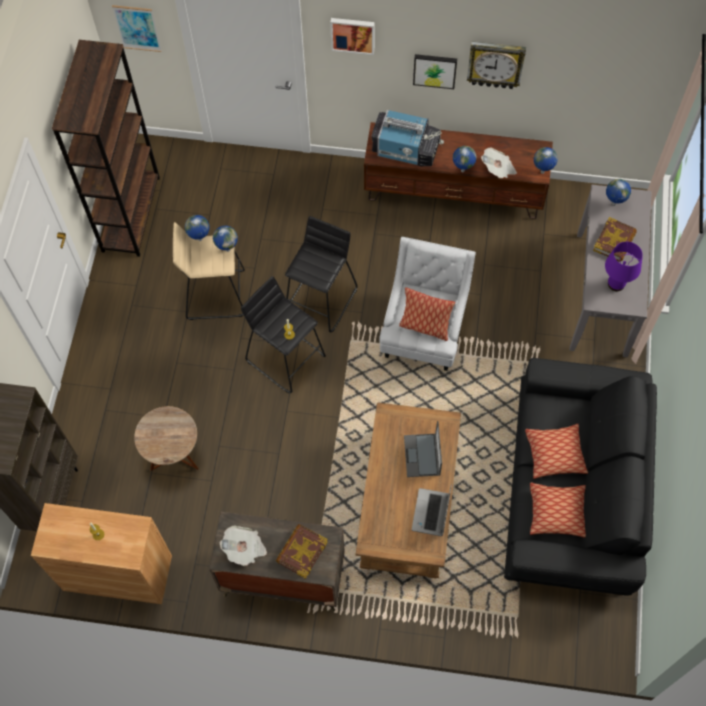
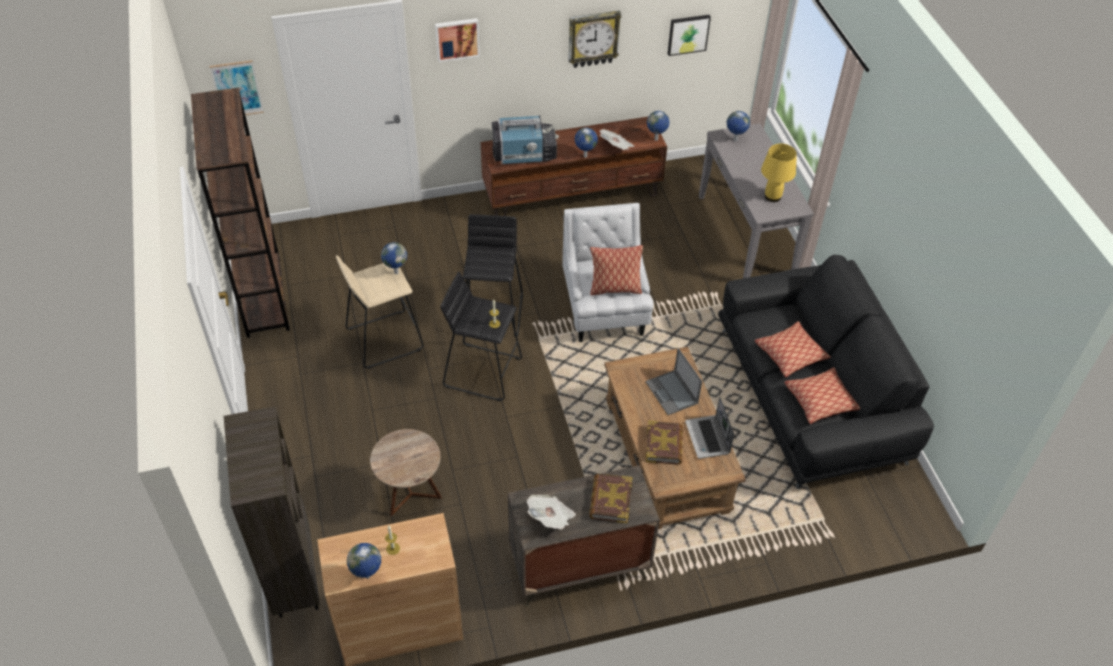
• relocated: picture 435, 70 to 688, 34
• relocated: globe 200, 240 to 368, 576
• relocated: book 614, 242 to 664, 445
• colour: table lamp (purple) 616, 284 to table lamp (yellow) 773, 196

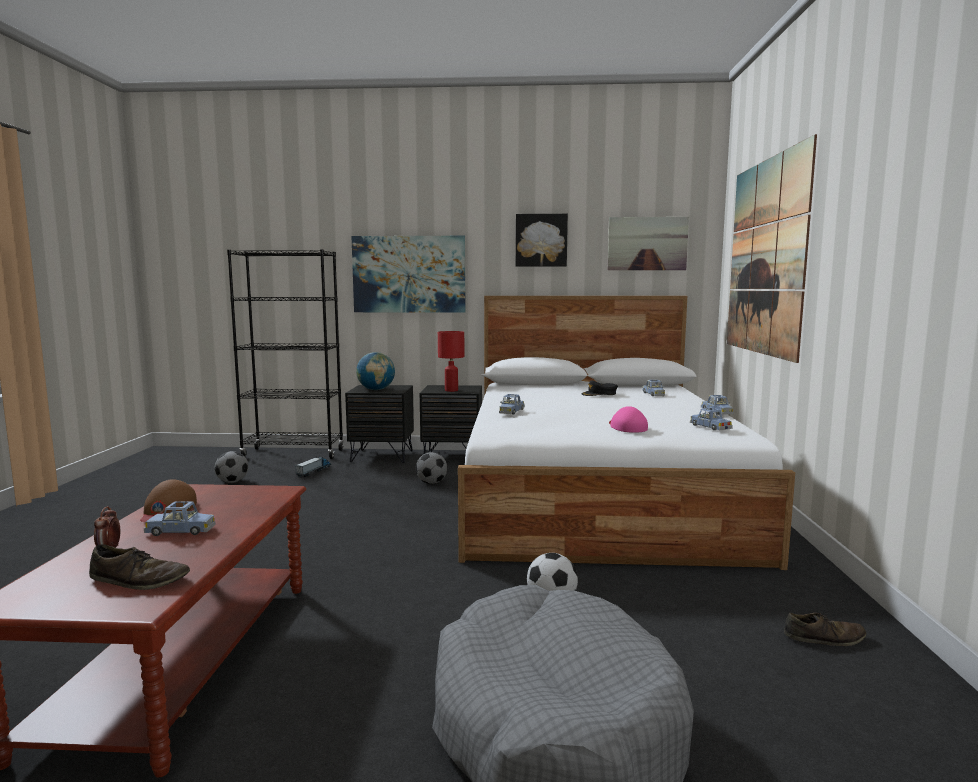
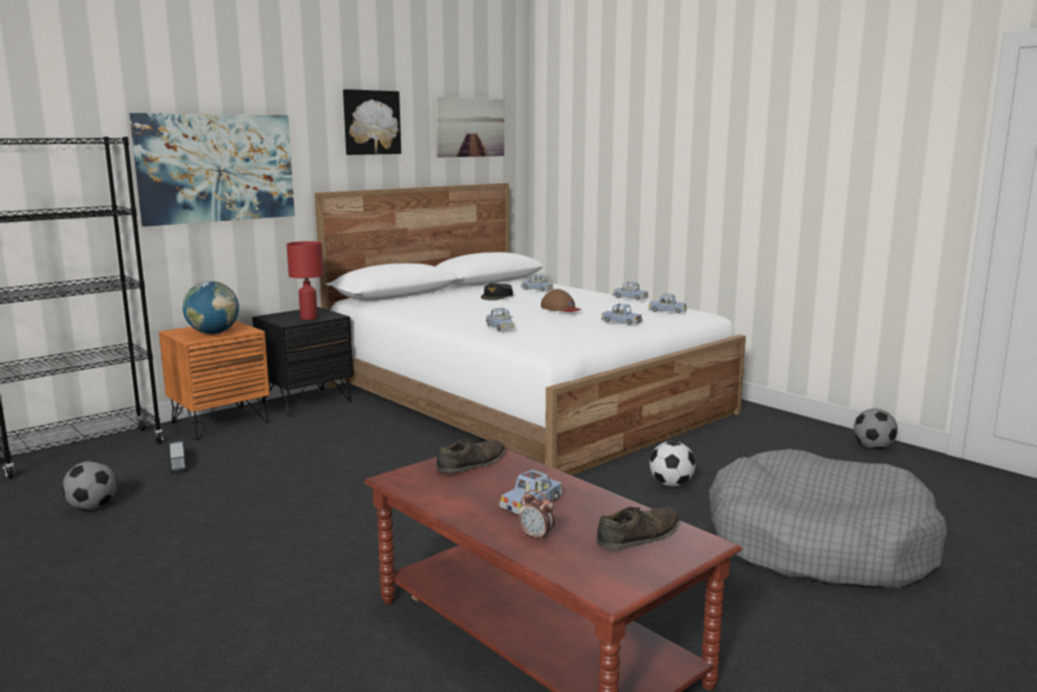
• missing: picture 766, 257
• colour: nightstand (black) 382, 456 to nightstand (orange) 220, 423
• exchanged: cap (pink) 626, 427 to toy car (blue) 621, 322
• relocated: football 431, 483 to 872, 447
• relocated: cap (brown) 168, 510 to 561, 308
• relocated: shoe (brown) 824, 638 to 472, 463

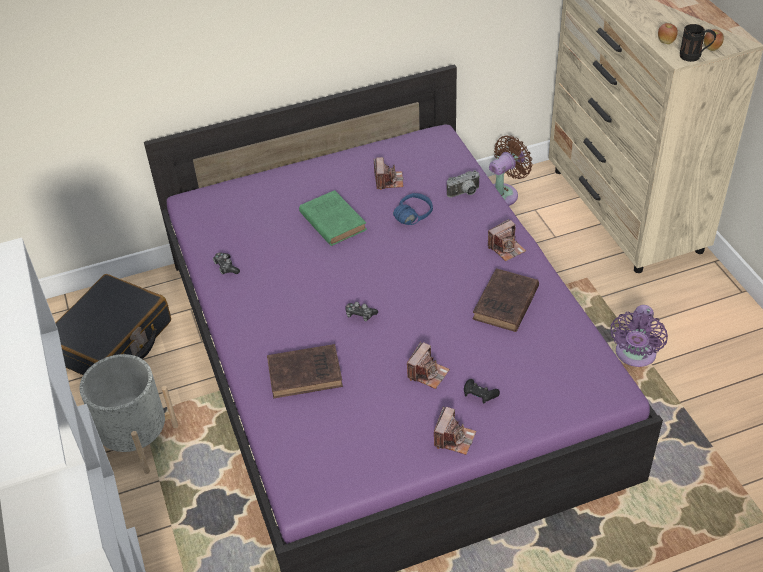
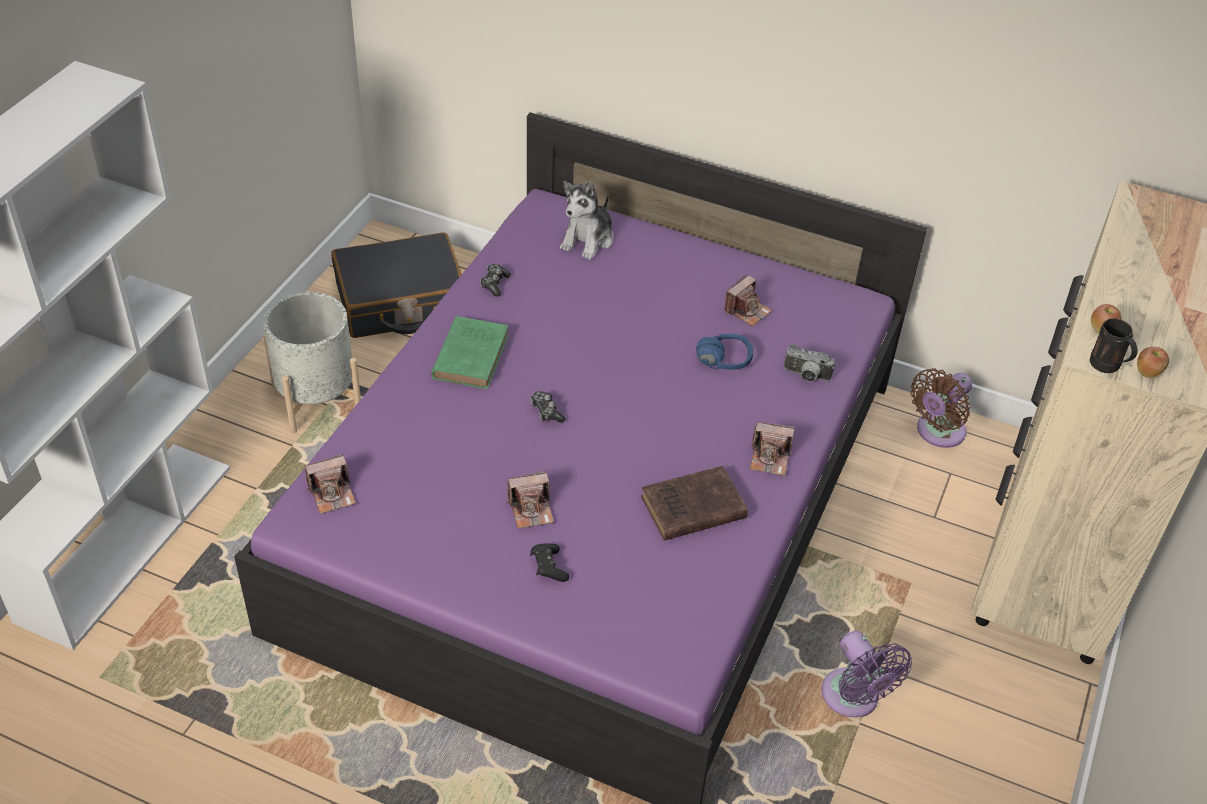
• spun: fan (brown) 503, 193 = 937, 432 135 degrees clockwise
• relocated: book (green) 332, 220 to 471, 355
• spun: fan (purple) 634, 356 = 853, 699 90 degrees counterclockwise
• missing: book (brown) 307, 373
• relocated: photo camera 454, 438 to 332, 494
• appeared: plush toy 588, 240

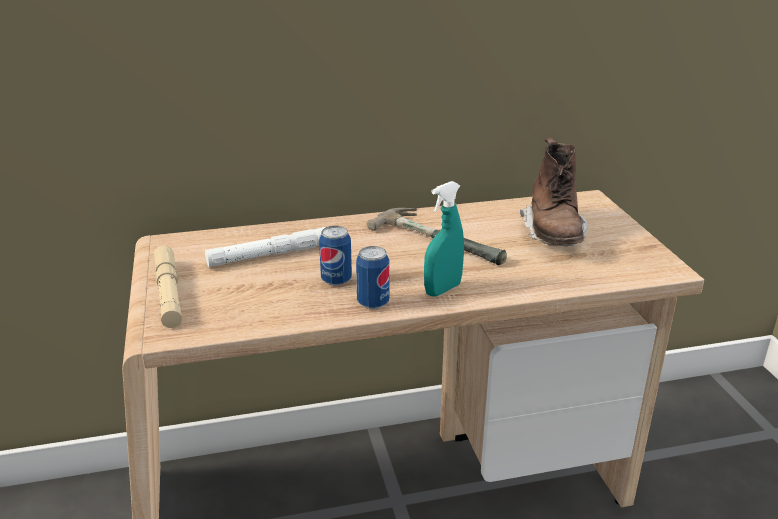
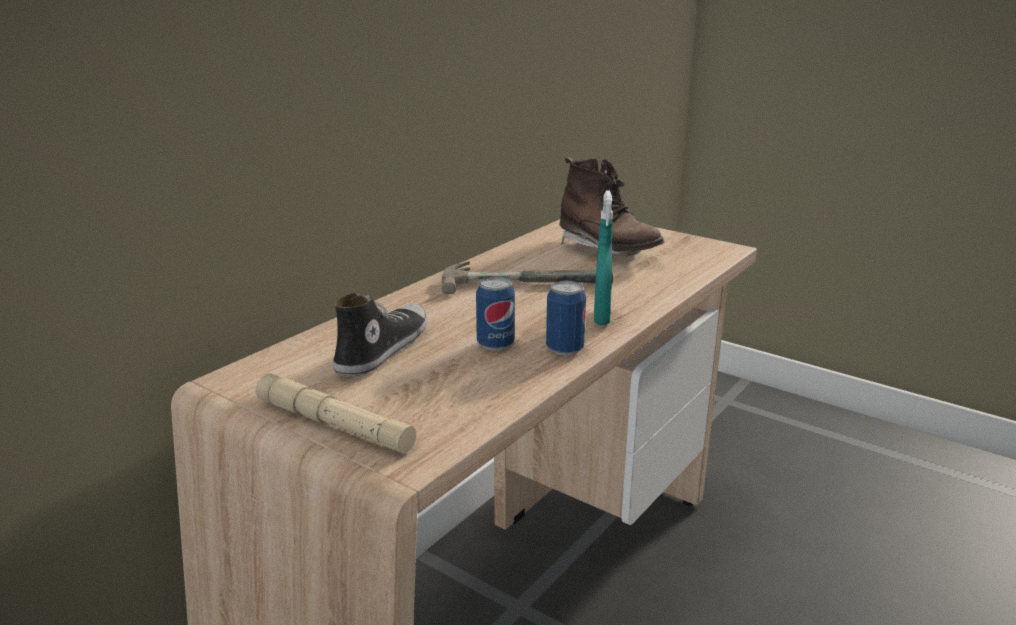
• exchanged: flashlight (white) 268, 255 to shoe 382, 349

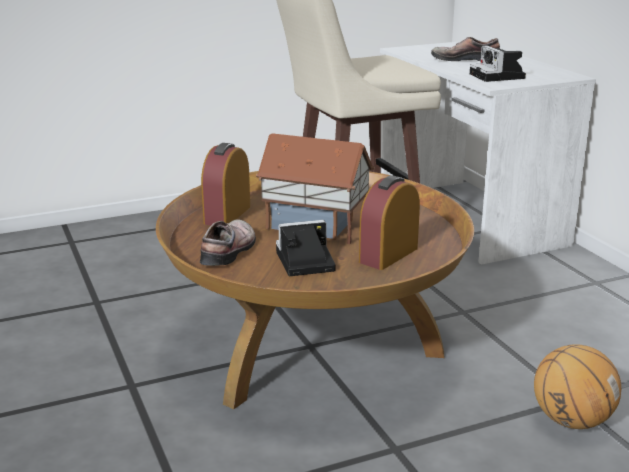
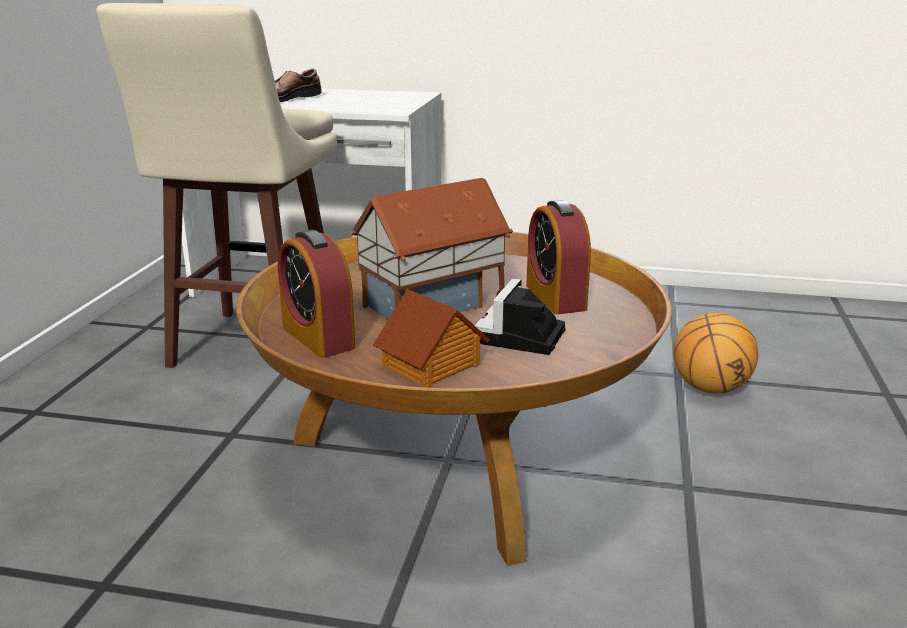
• missing: photo camera 498, 76
• exchanged: shoe 230, 250 to toy house 432, 365

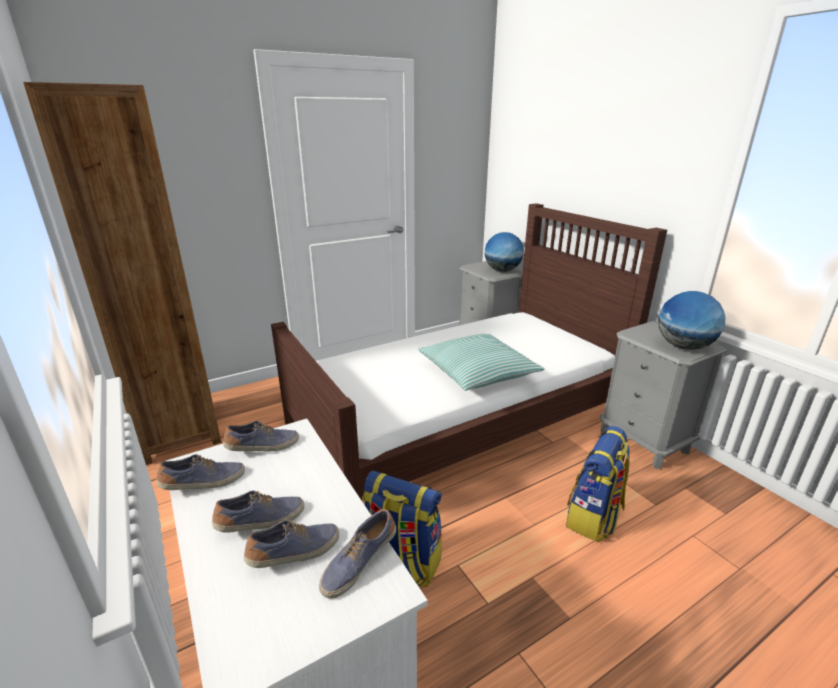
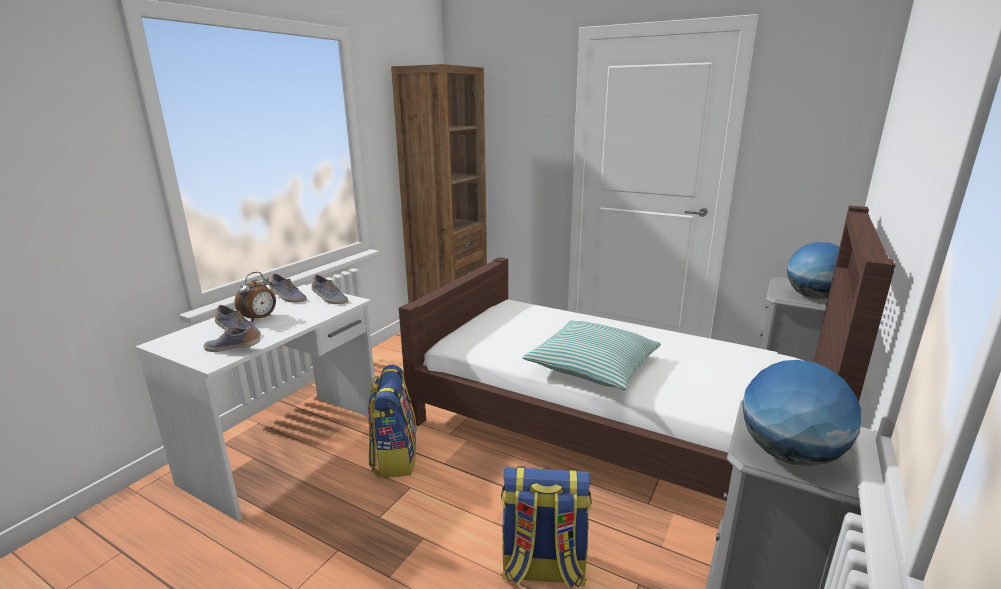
• exchanged: shoe 261, 522 to alarm clock 260, 318

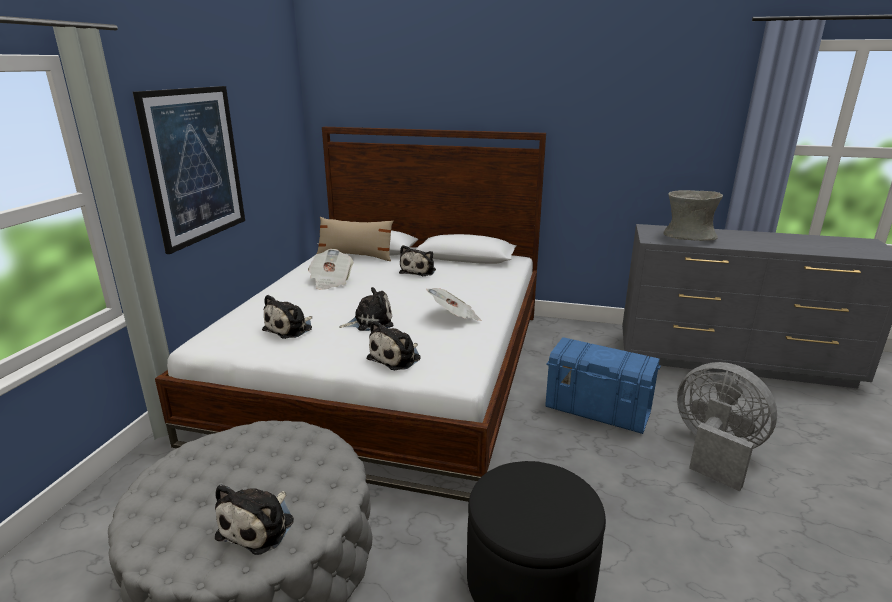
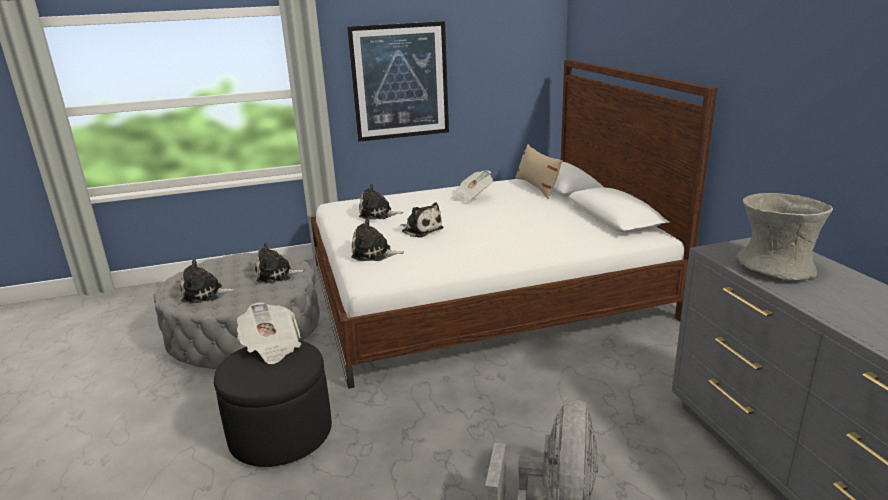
• relocated: plush toy 419, 271 to 277, 275
• relocated: newspaper 454, 317 to 271, 347
• missing: storage box (blue) 598, 410

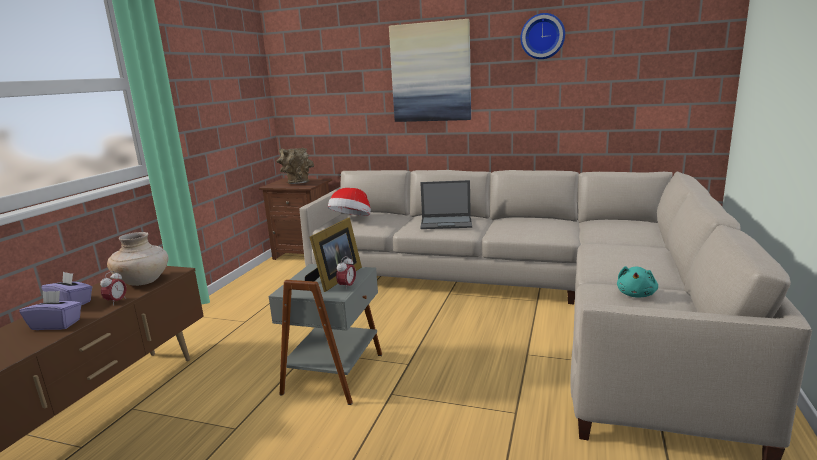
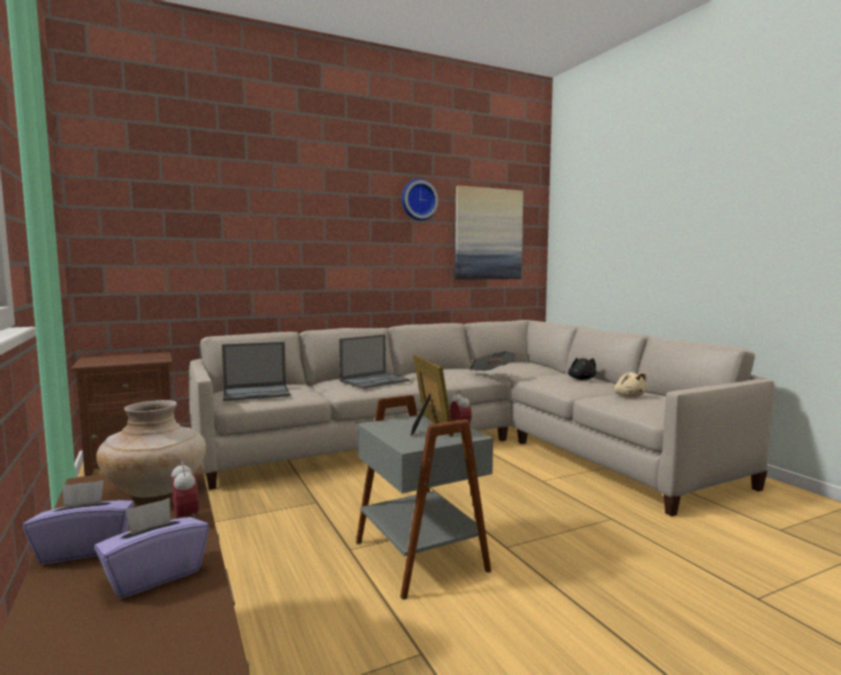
• relocated: picture 431, 72 to 488, 234
• missing: vase (brown) 296, 183
• exchanged: hat 351, 220 to laptop 257, 393
• colour: plush toy (turquoise) 636, 294 to plush toy (beige) 629, 396
• appeared: newspaper 491, 374
• appeared: plush toy (black) 581, 379

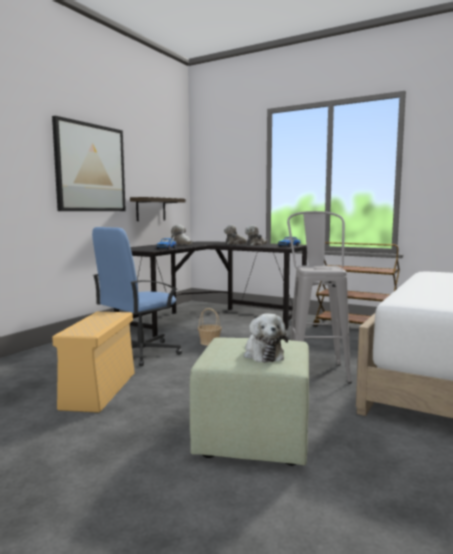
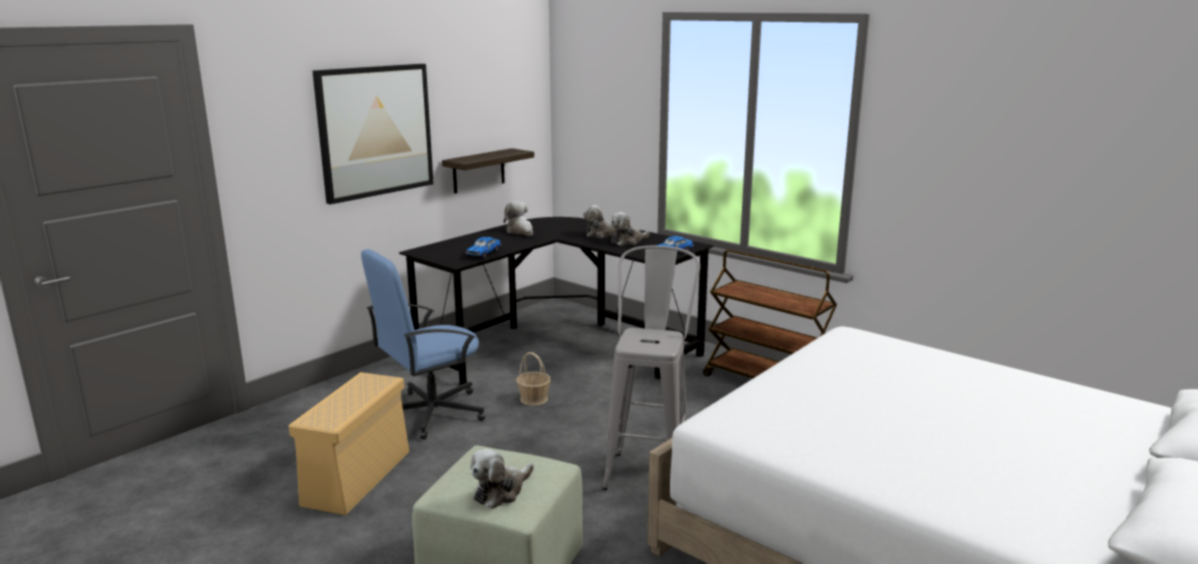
• spun: plush toy 262, 354 = 501, 491 45 degrees clockwise

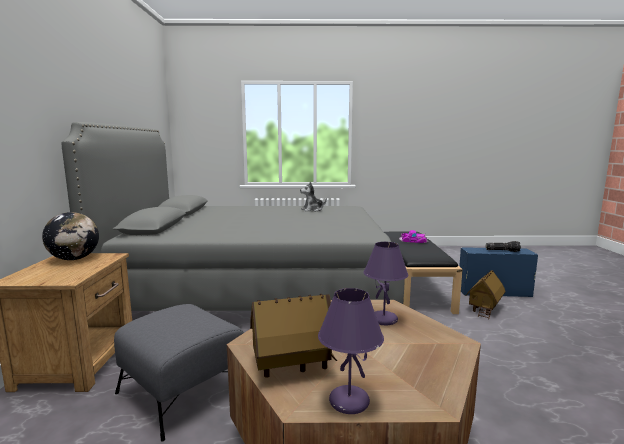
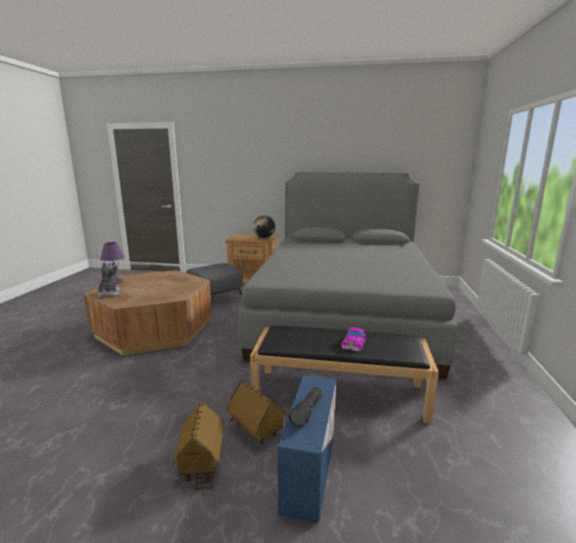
• relocated: plush toy 312, 210 to 109, 294
• missing: table lamp (purple) 384, 319
• relocated: toy house 293, 366 to 201, 463

